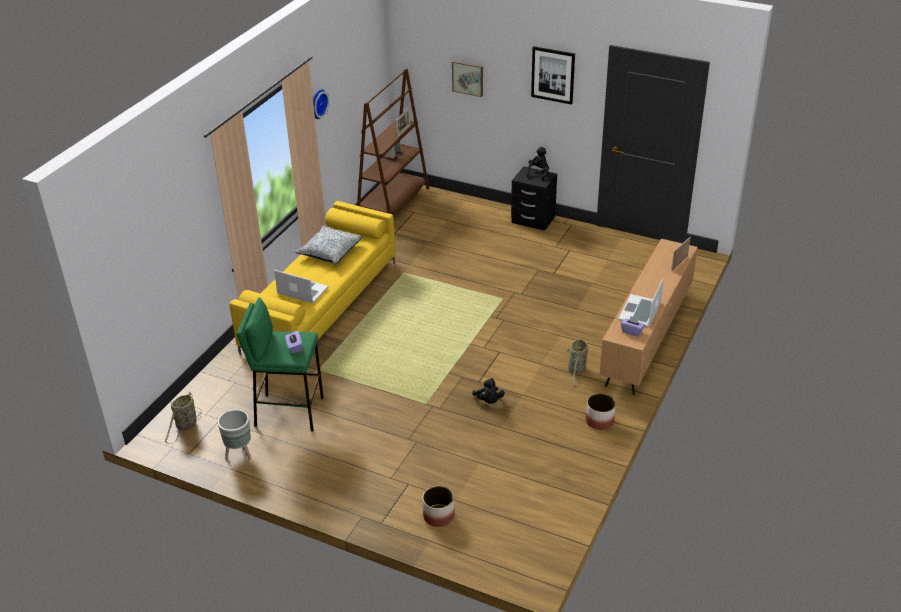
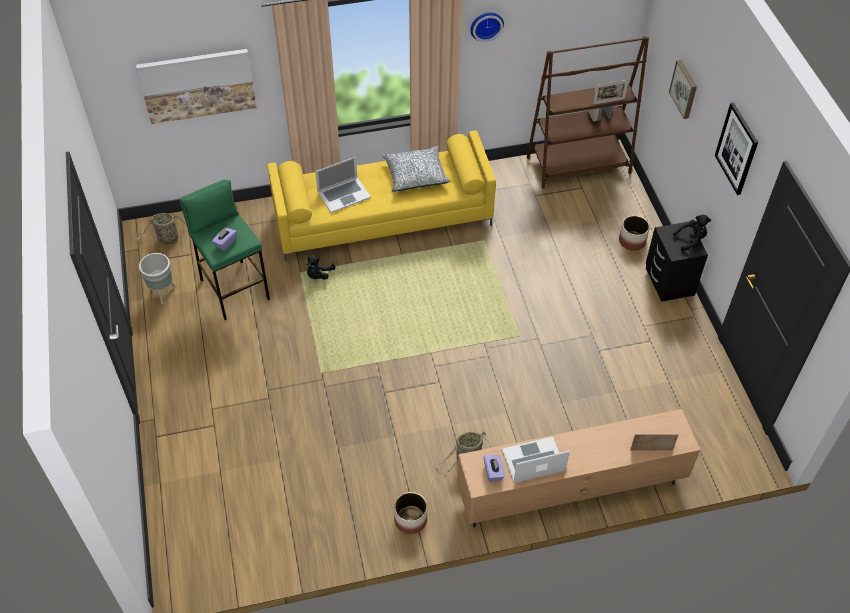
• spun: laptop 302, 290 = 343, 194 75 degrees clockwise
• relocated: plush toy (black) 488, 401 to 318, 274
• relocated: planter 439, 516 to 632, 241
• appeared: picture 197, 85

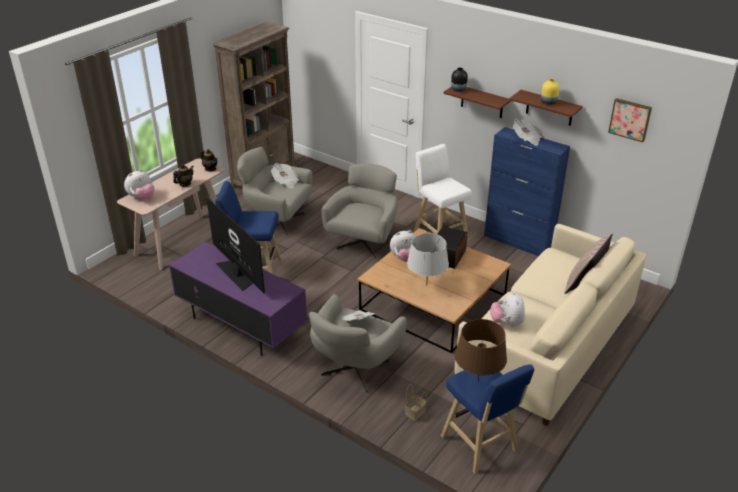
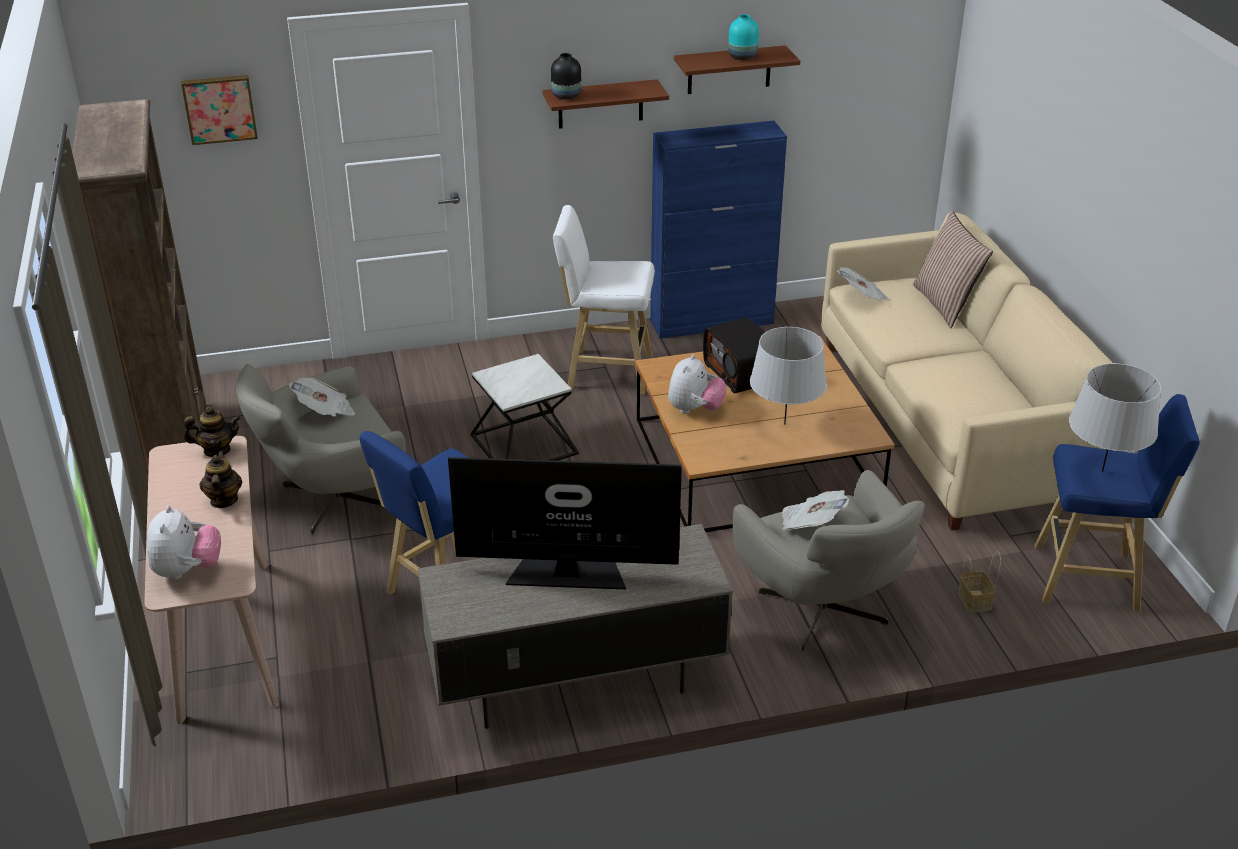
• colour: vase (yellow) 548, 102 to vase (turquoise) 742, 57
• relocated: picture 630, 119 to 219, 108
• relocated: newspaper 526, 139 to 862, 297
• exchanged: armchair (grey) 364, 241 to side table 524, 444
• colour: tv stand (purple) 240, 325 to tv stand (grey) 574, 679
• missing: plush toy 507, 323
• colour: table lamp (brown) 478, 381 to table lamp (grey) 1102, 471

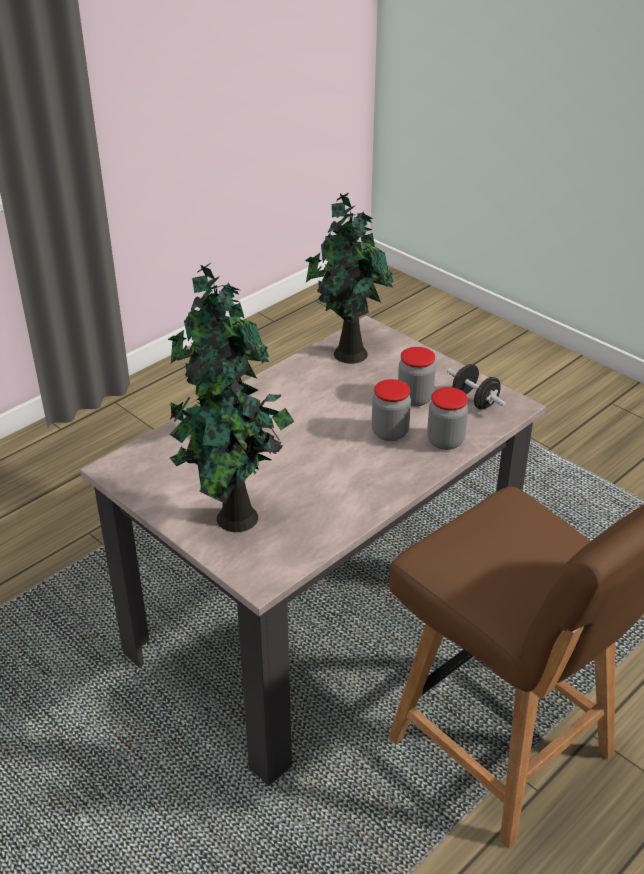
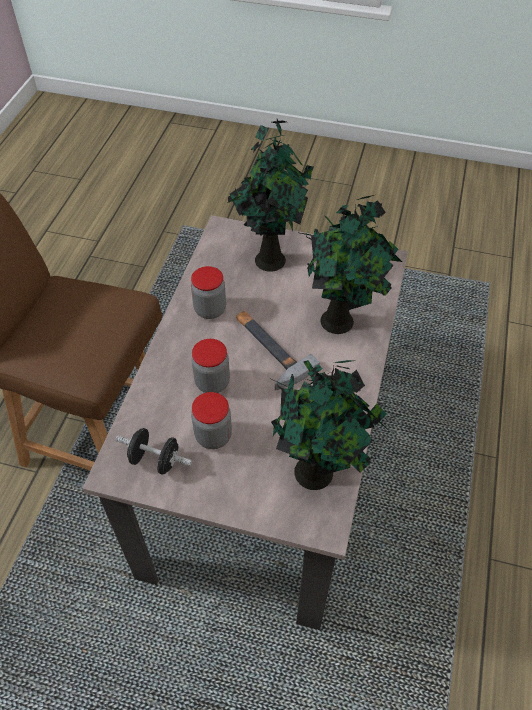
• relocated: jar 445, 441 to 210, 309
• appeared: hammer 268, 349

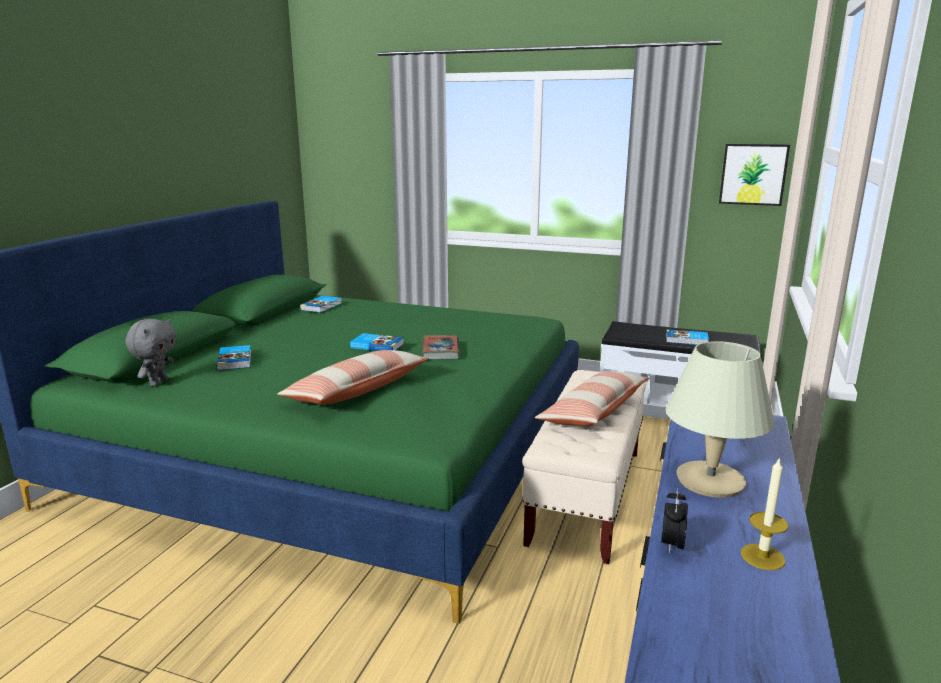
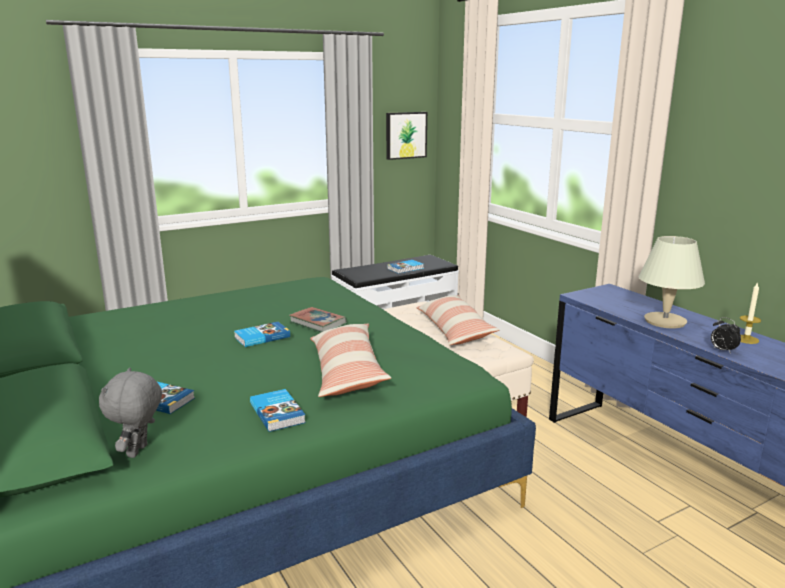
• relocated: book 322, 306 to 278, 413
• spun: plush toy (grey) 158, 383 = 139, 451 135 degrees counterclockwise

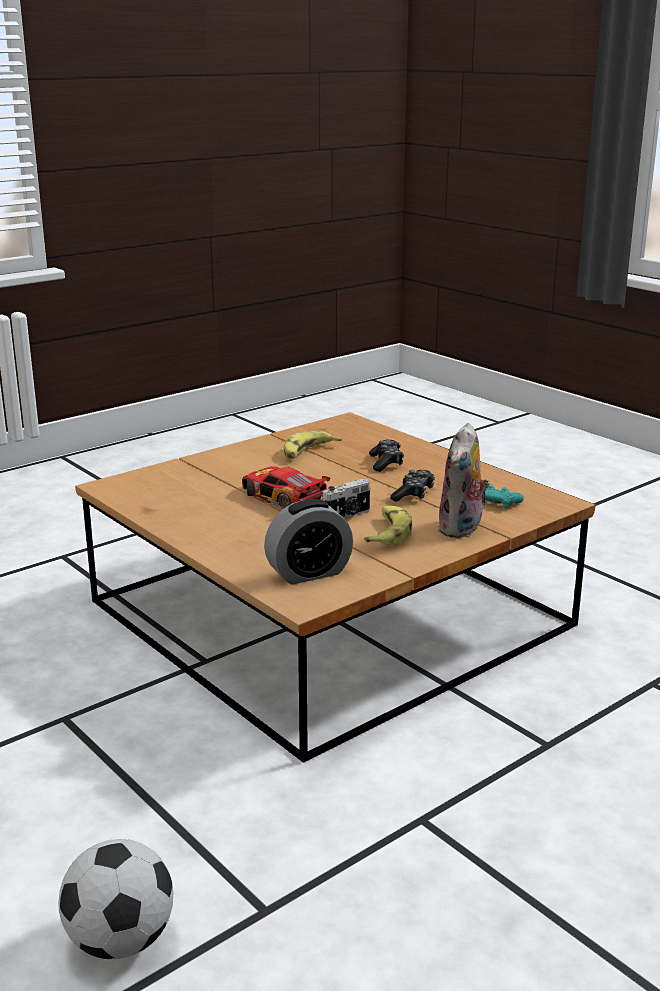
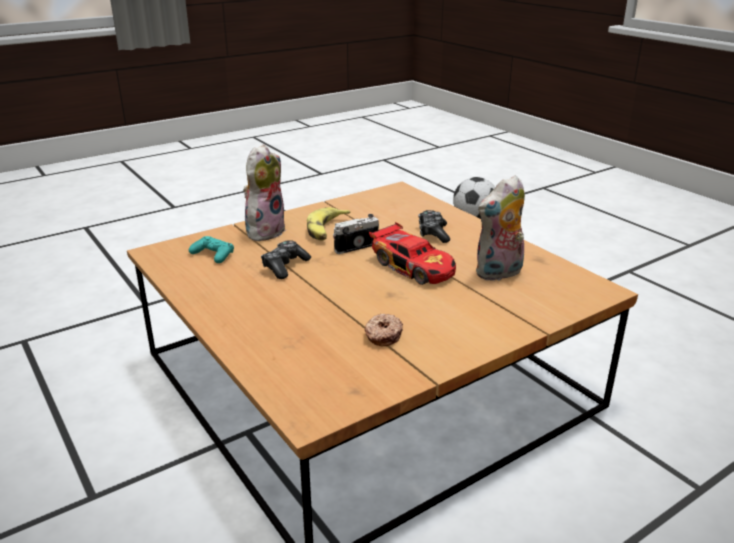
• exchanged: banana 308, 452 to donut 382, 335
• relocated: game controller 386, 463 to 433, 233
• missing: alarm clock 309, 573
• appeared: plush toy 499, 274

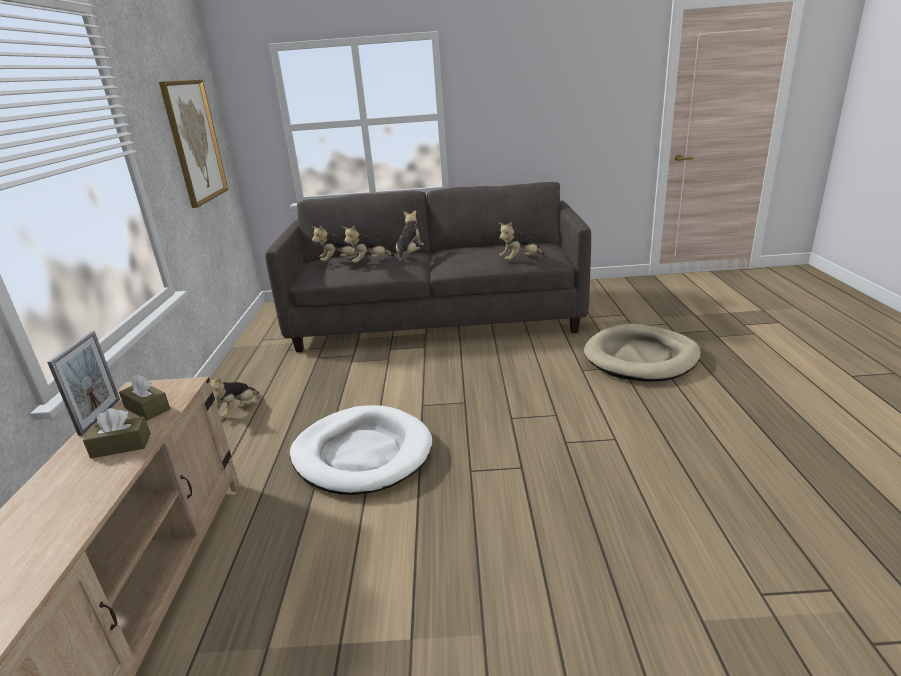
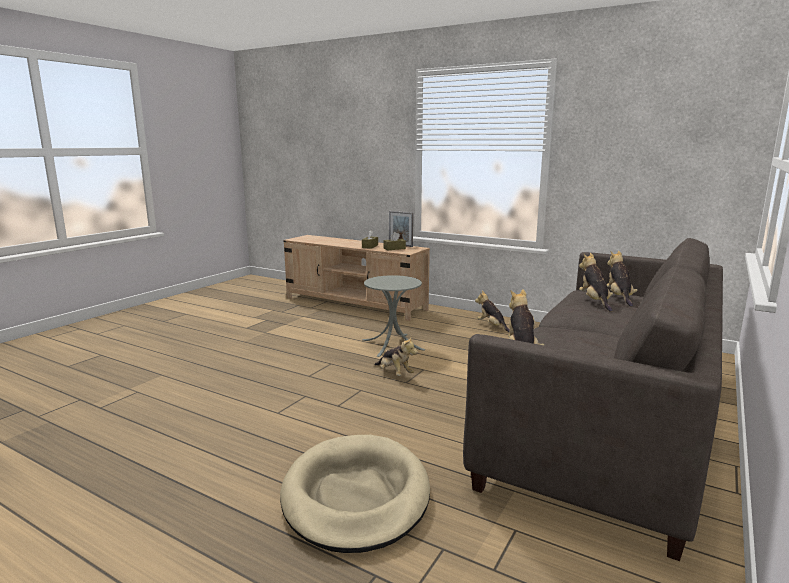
• missing: picture 194, 142
• relocated: plush toy 409, 255 to 394, 373
• exchanged: dog bed (white) 362, 454 to side table (grey) 393, 344

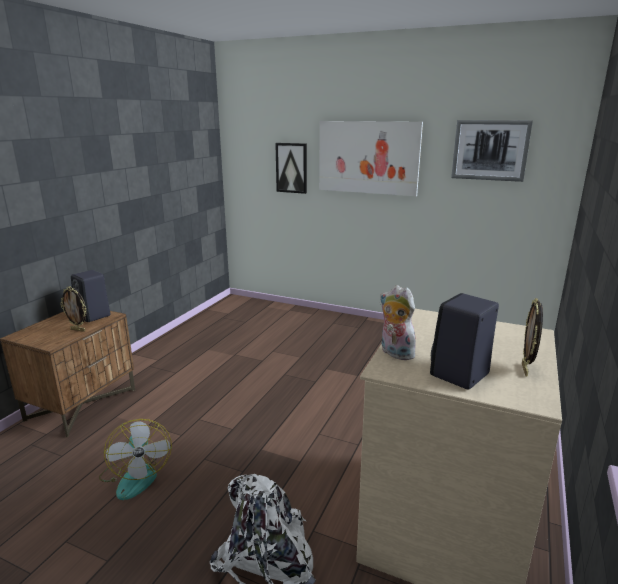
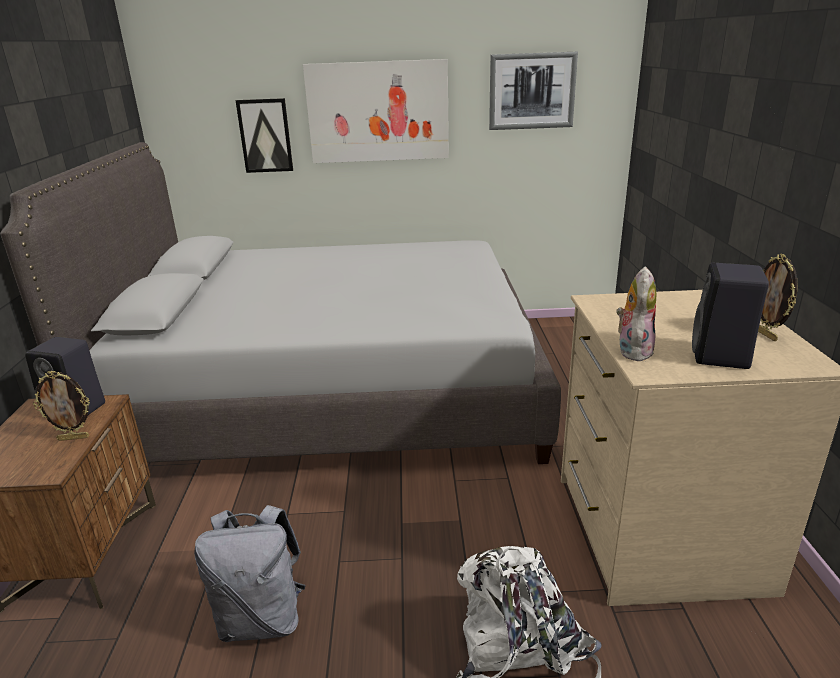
• spun: plush toy 394, 353 = 632, 350 90 degrees clockwise
• exchanged: fan 136, 475 to backpack (grey) 262, 619
• appeared: bed (grey) 334, 392

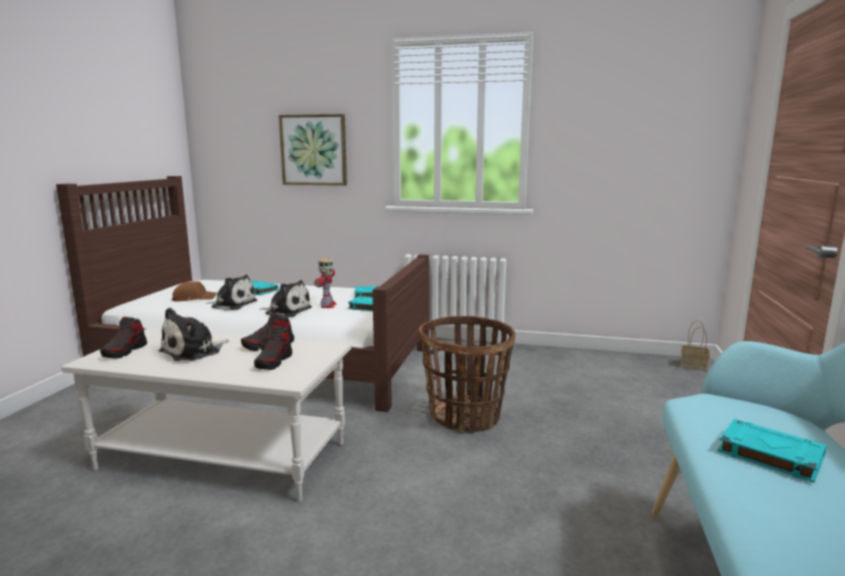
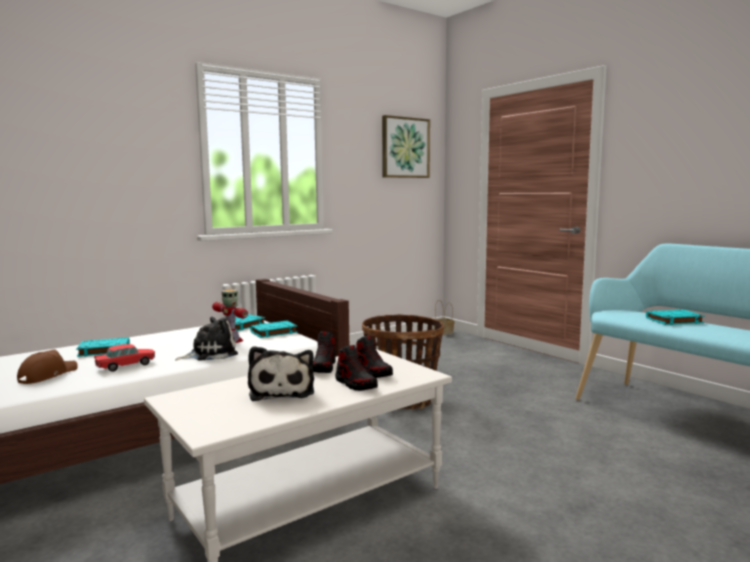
• relocated: picture 314, 150 to 405, 147
• exchanged: plush toy 232, 304 to toy car 126, 366
• relocated: shoe 125, 351 to 355, 384

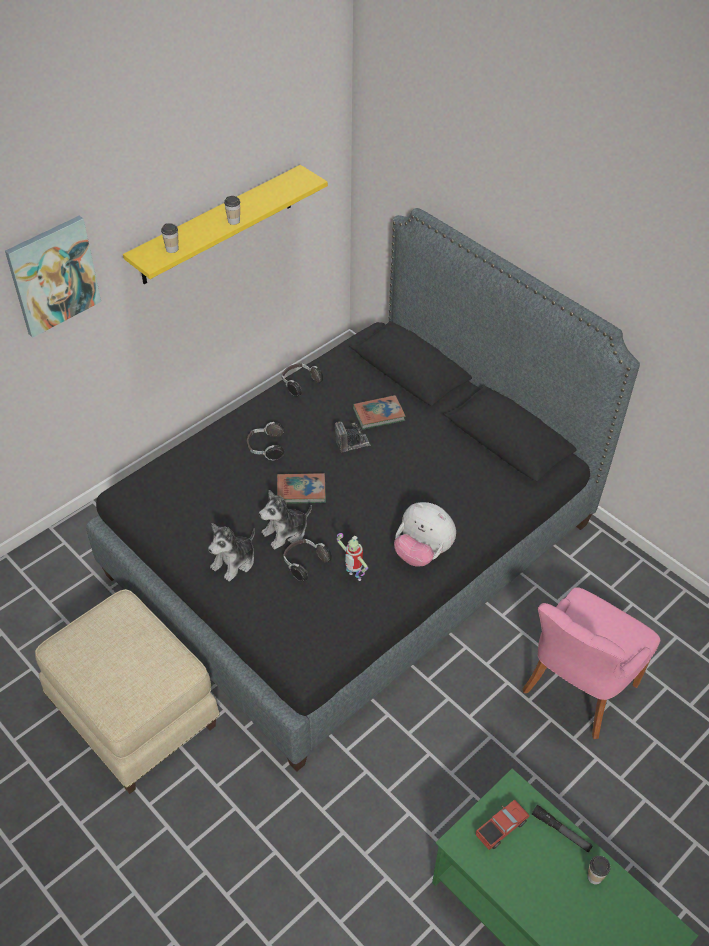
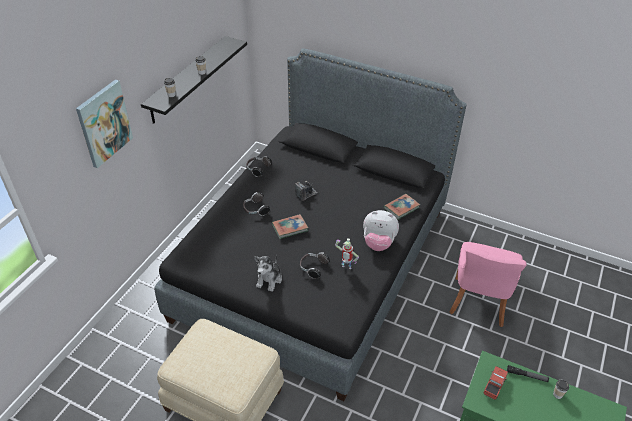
• colour: shelf (yellow) 217, 225 to shelf (black) 187, 79
• relocated: book 379, 414 to 401, 208
• missing: plush toy 285, 532

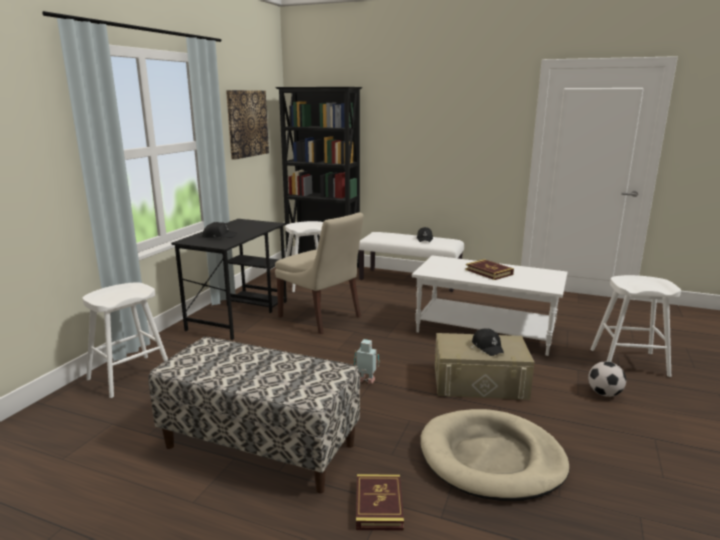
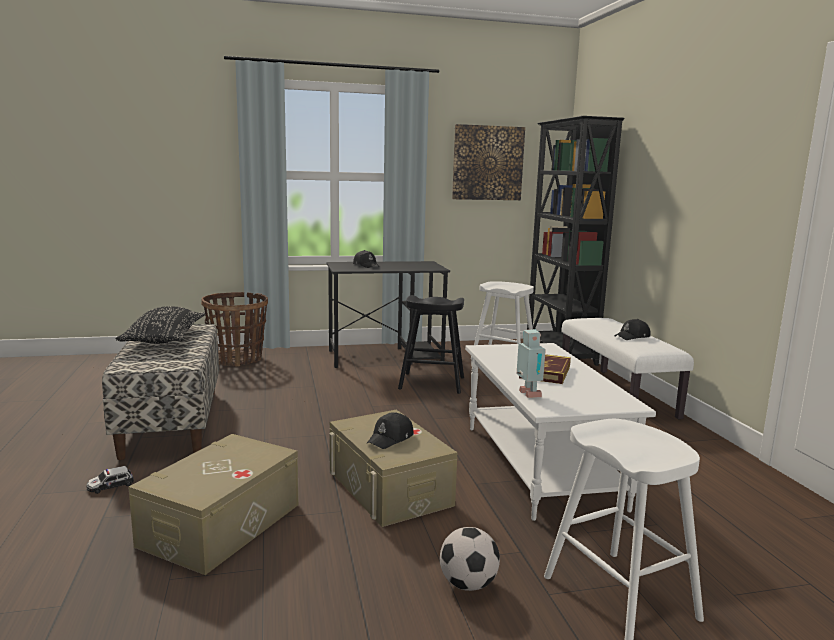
• exchanged: chair (beige) 321, 318 to stool (black) 432, 383
• exchanged: stool (white) 129, 376 to basket 237, 359
• relocated: toy robot 366, 381 to 528, 395
• exchanged: dog bed (beige) 491, 458 to storage box (beige) 221, 525
• exchanged: book 379, 505 to toy car 110, 485
• appeared: pillow (black) 165, 339

